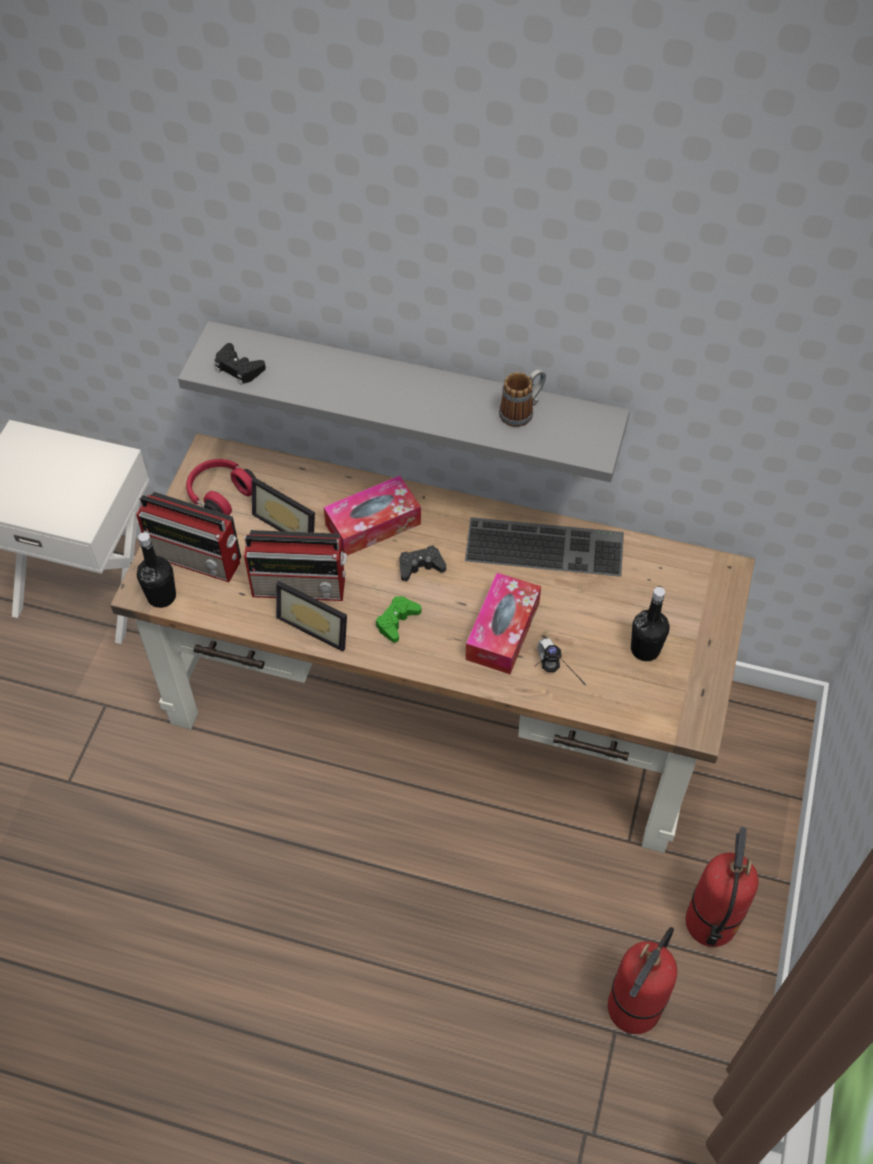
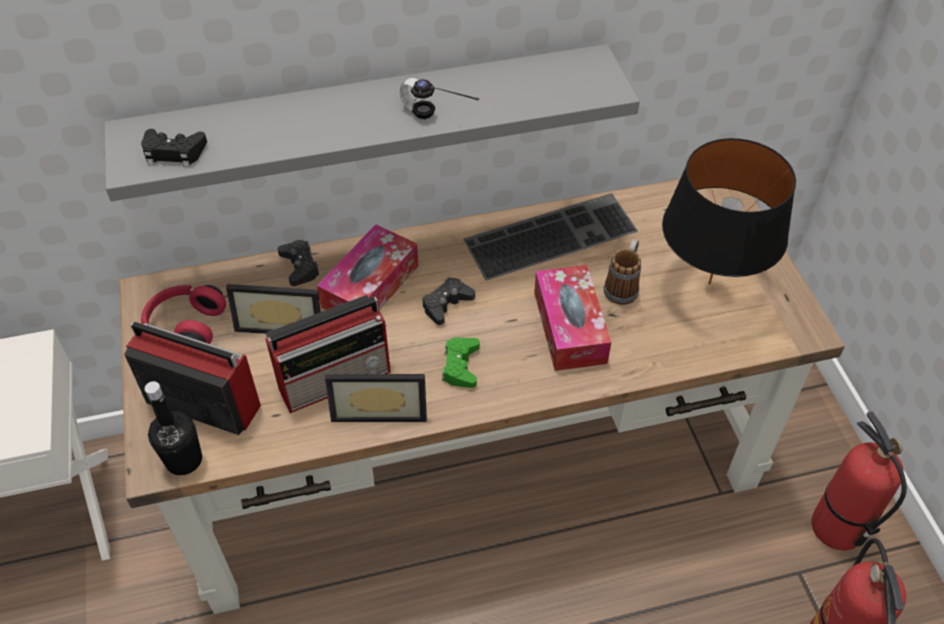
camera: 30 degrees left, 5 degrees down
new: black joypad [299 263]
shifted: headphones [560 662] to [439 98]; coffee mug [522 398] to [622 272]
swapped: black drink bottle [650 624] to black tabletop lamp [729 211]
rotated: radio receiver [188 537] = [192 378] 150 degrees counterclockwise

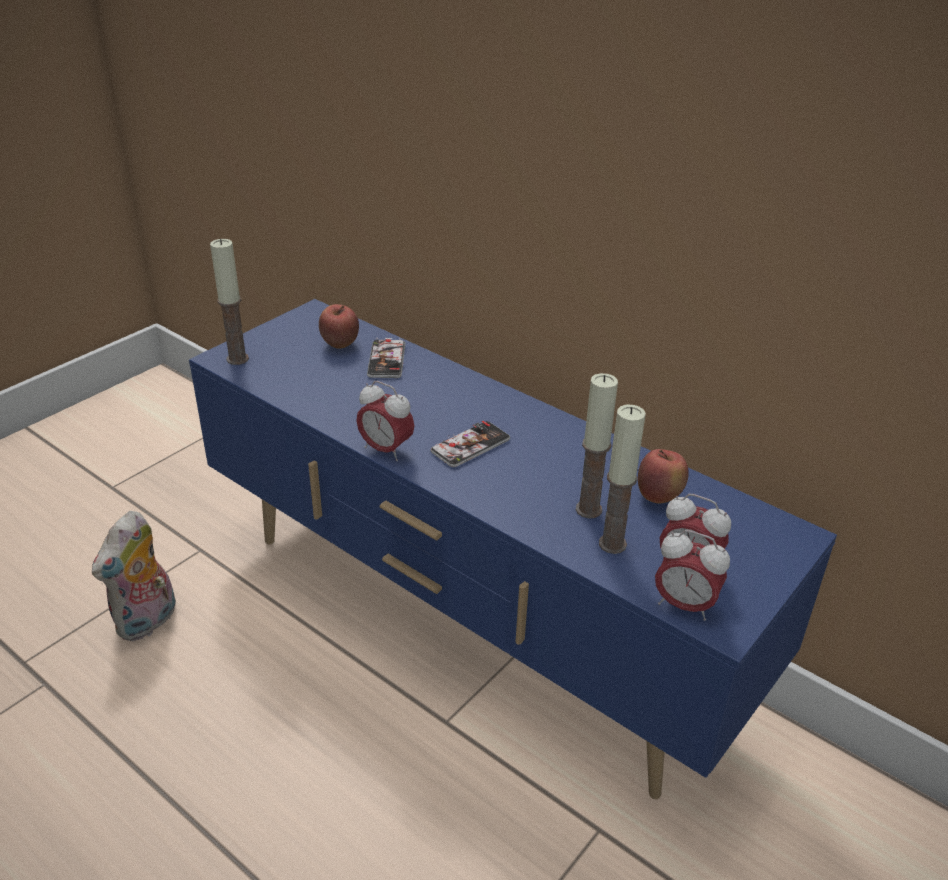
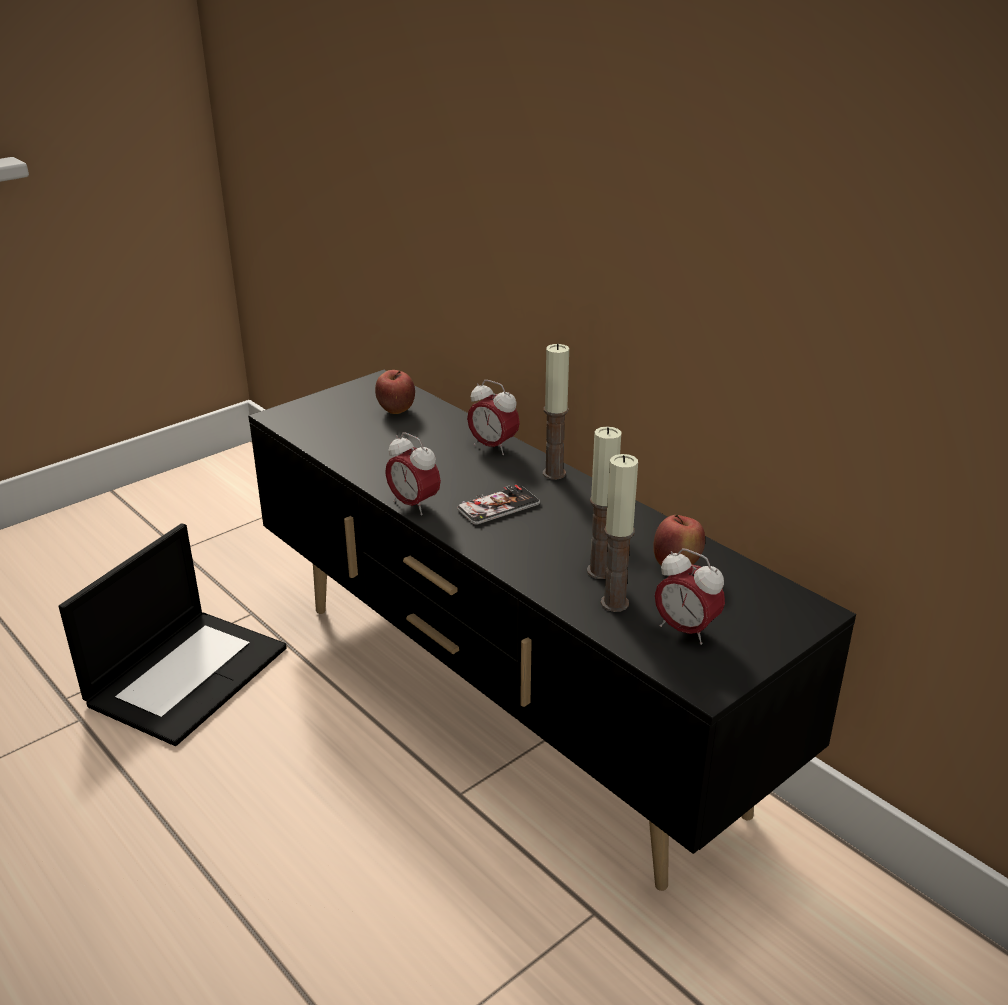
camera: 10 degrees right, 5 degrees down
gone: handset [386 358]
shifted: alarm clock [692 575] to [493 417]; wax light [229 302] to [556 412]
swapped: soft toy [134 576] to notebook computer [173 634]
repainted: bluish media console [513 549] to black media console [552 630]

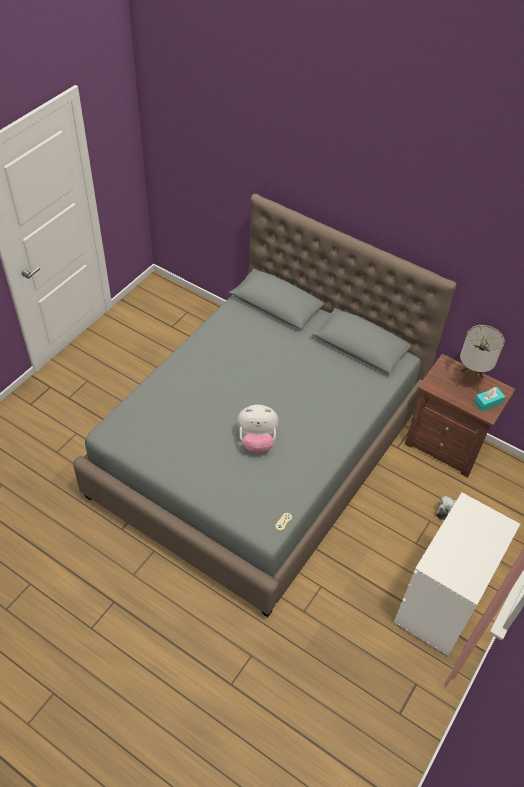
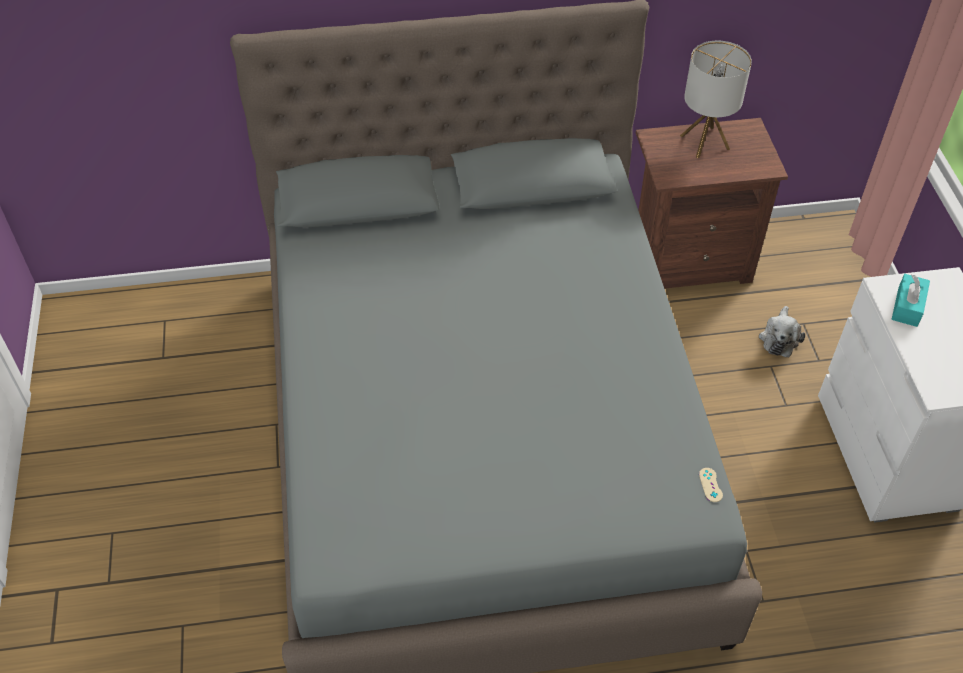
camera: 40 degrees left, 0 degrees up
gone: soft toy [257 429]
shifted: blue-green box of tissues [489 399] to [911 300]

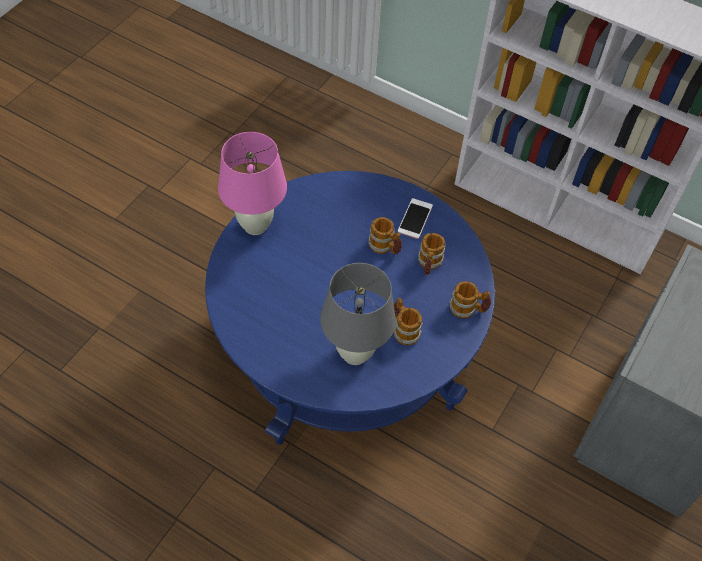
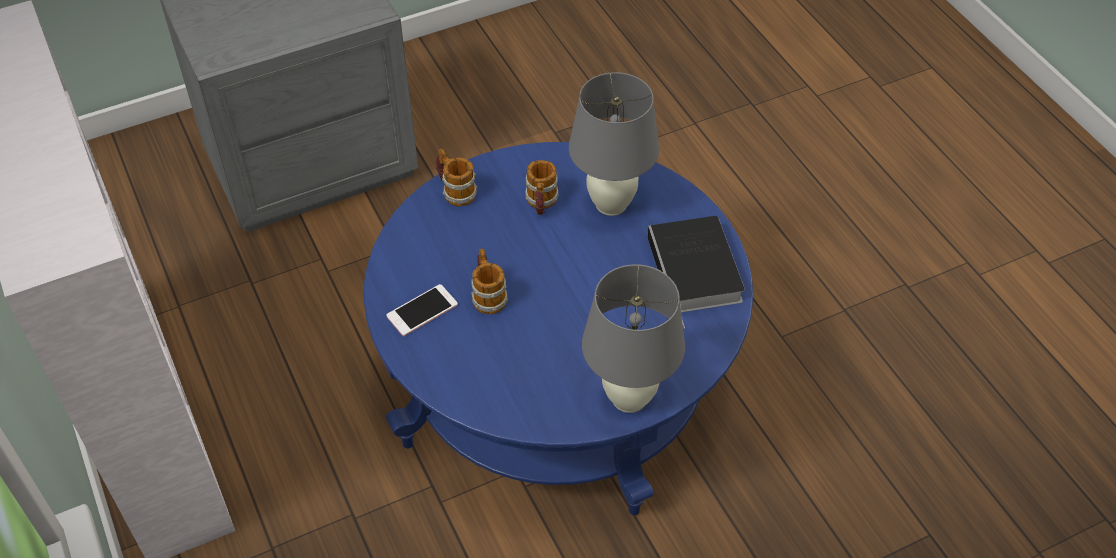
camera: 145 degrees left, 5 degrees down
gone: coffee mug [431 254]
new: volume [696 272]
repainted: pink tabletop lamp [252 183] to gray tabletop lamp [633 338]

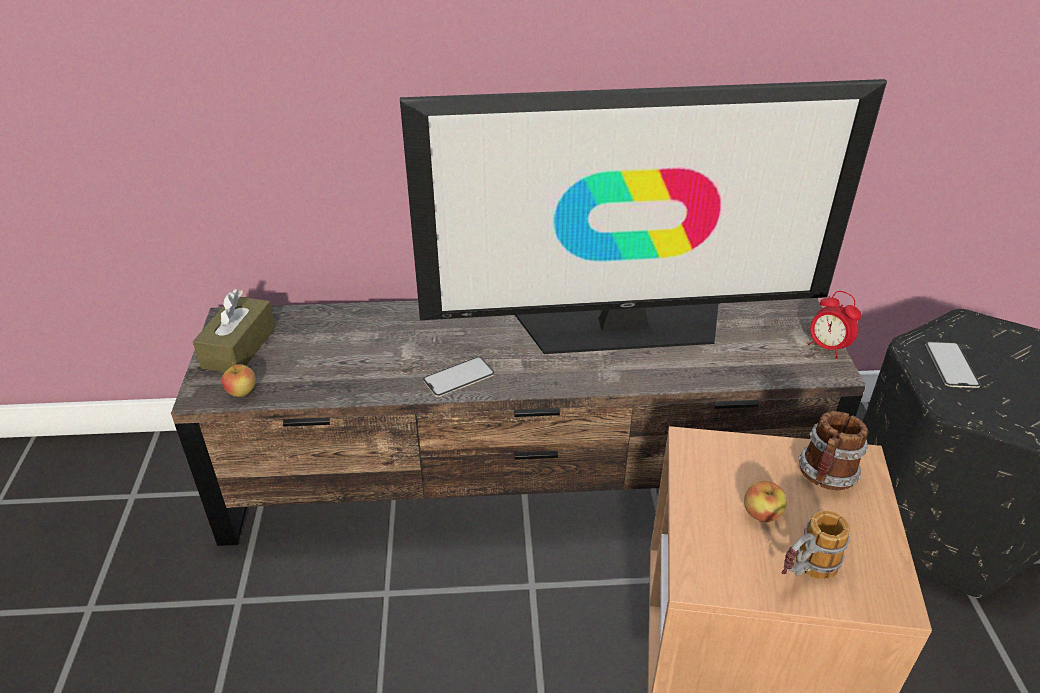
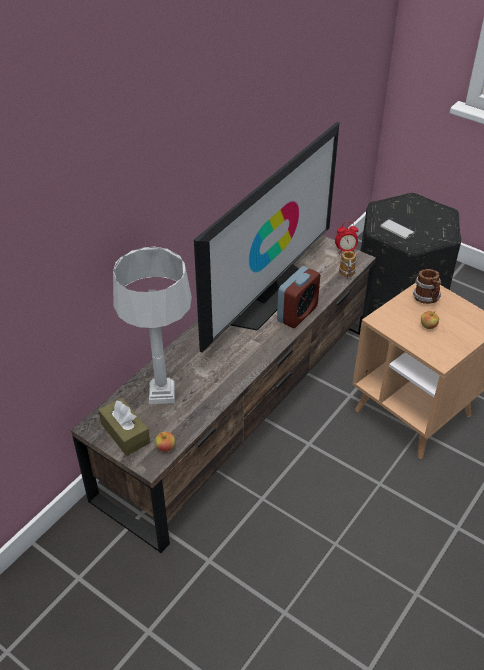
camera: 50 degrees left, 5 degrees up
gone: handset [459 376]
new: gray tabletop lamp [152 325]; alarm clock [298 297]
shifted: coffee mug [816 545] to [347 265]

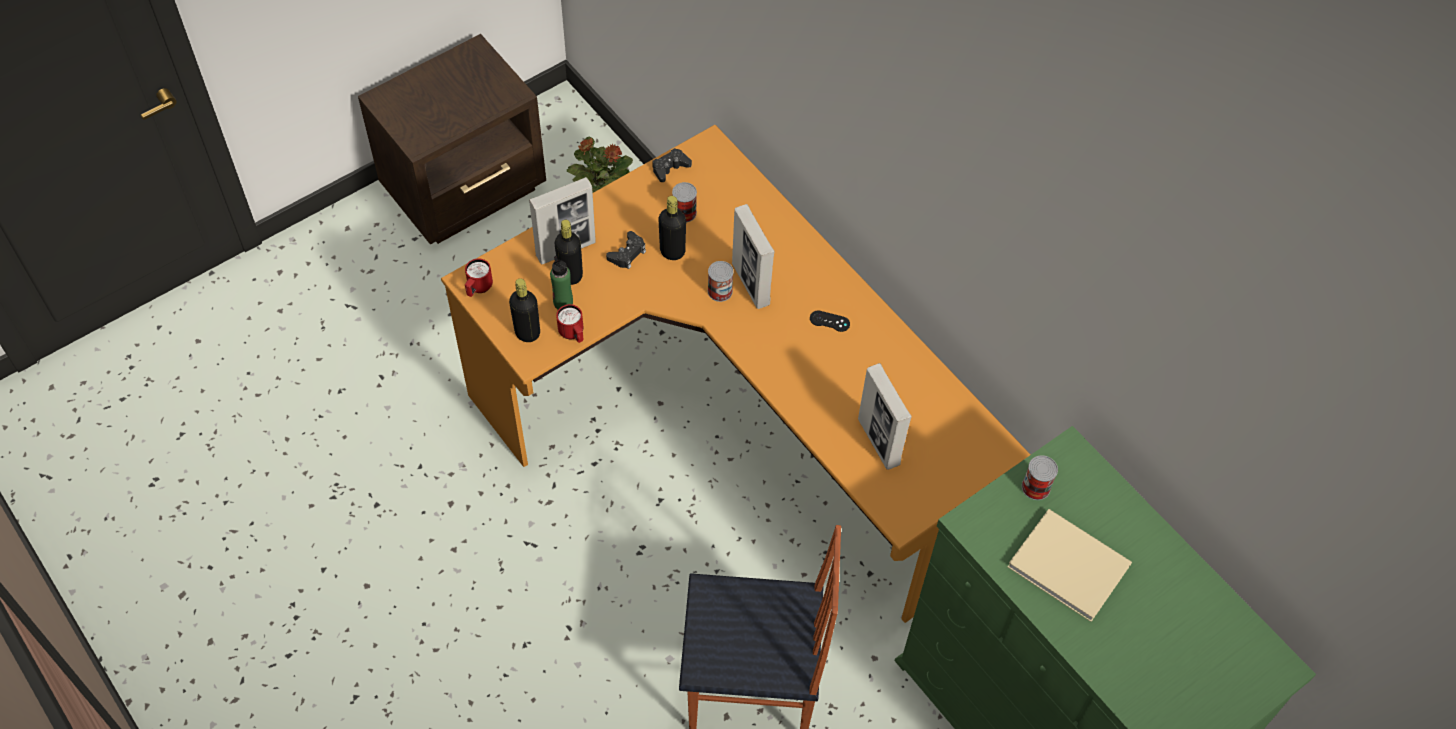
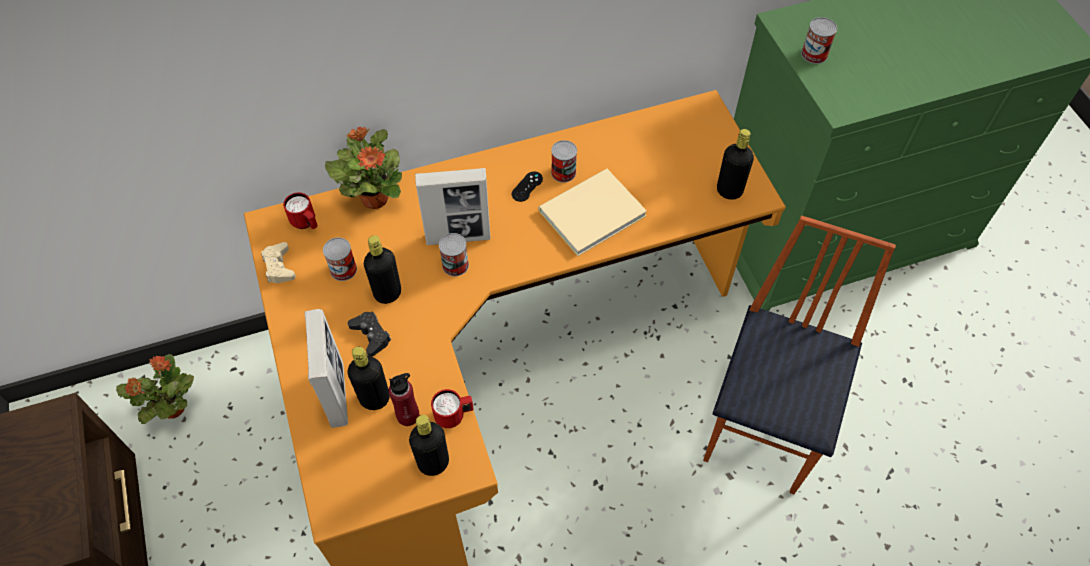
camera: 70 degrees left, 0 degrees up
gone: standing frame [885 416]
new: houseplant [363 168]; sealed can [564 161]; black drink bottle [735 164]
shifted: reddish coffee mug [479 277] to [300 211]; beige-coloured volume [1070 565] to [592 212]
repainted: black joypad [672 165] to beige-coloured joypad [278 262]; green drink bottle [561 282] to reddish drink bottle [403 399]

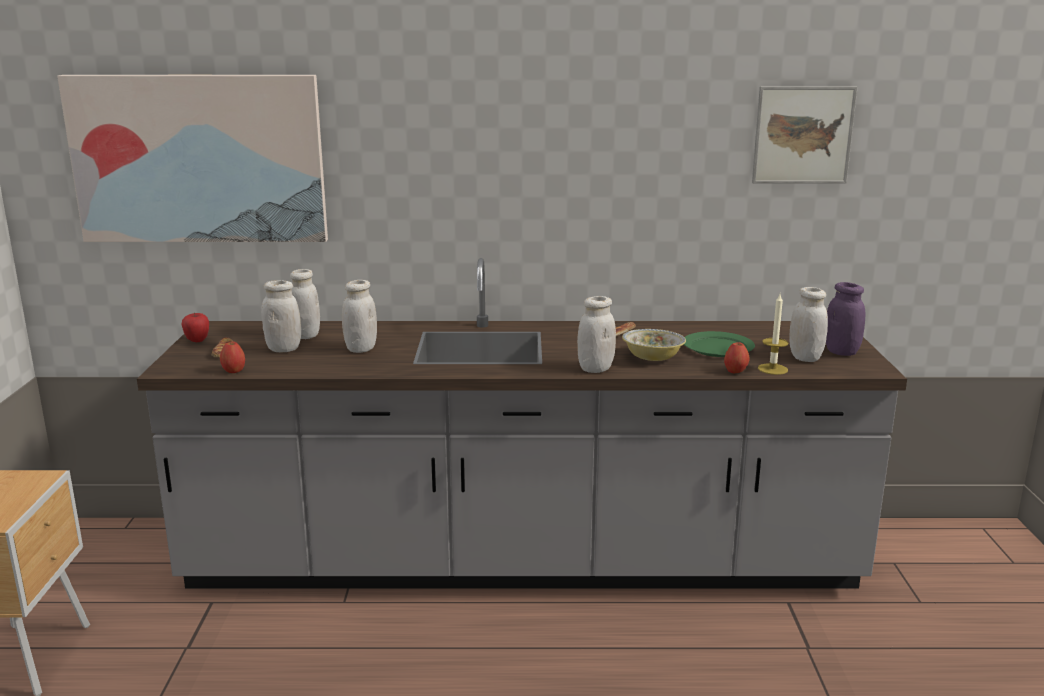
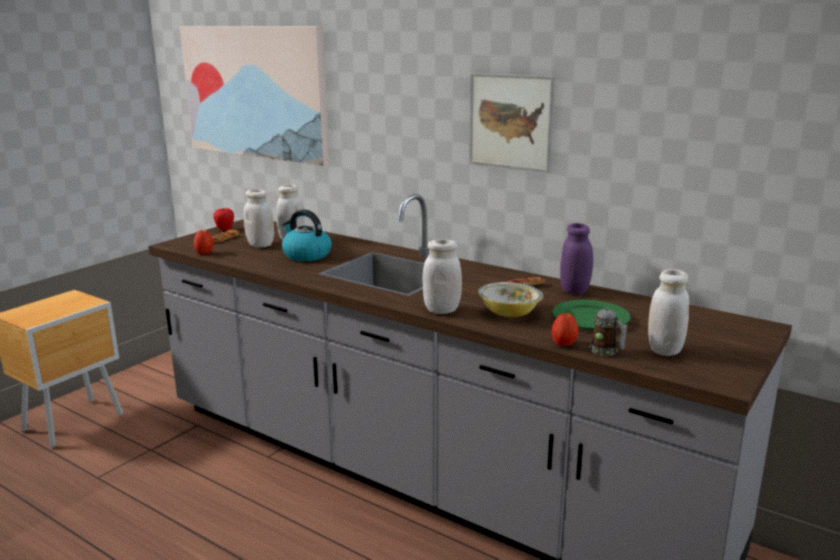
camera: 35 degrees right, 0 degrees up
shifted: picture [805 135] to [512 123]; purple-coloured jar [845 319] to [576 259]
swapped: white jar [359 316] to kettle [307 235]; wax light [773 334] to coffee mug [608 331]

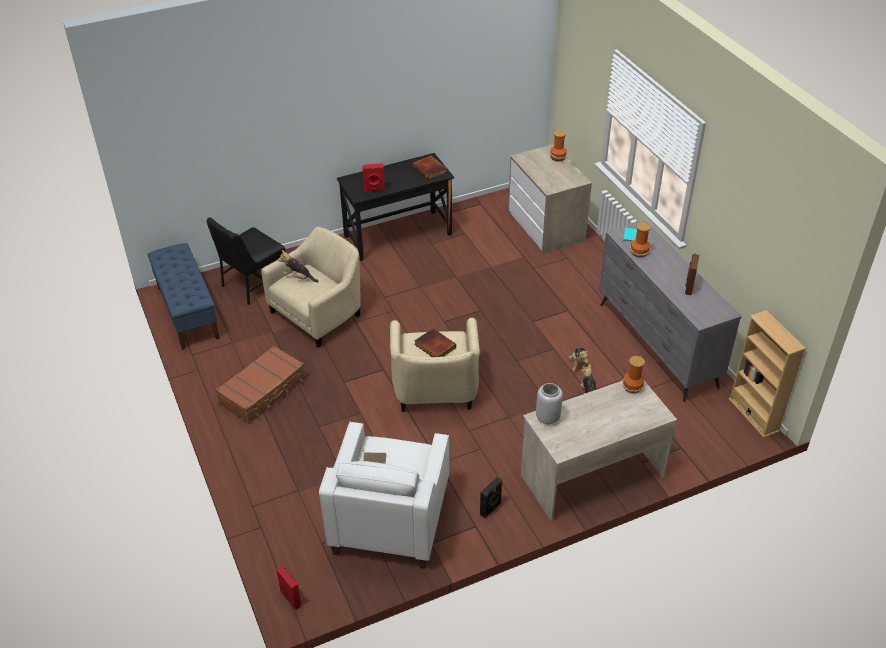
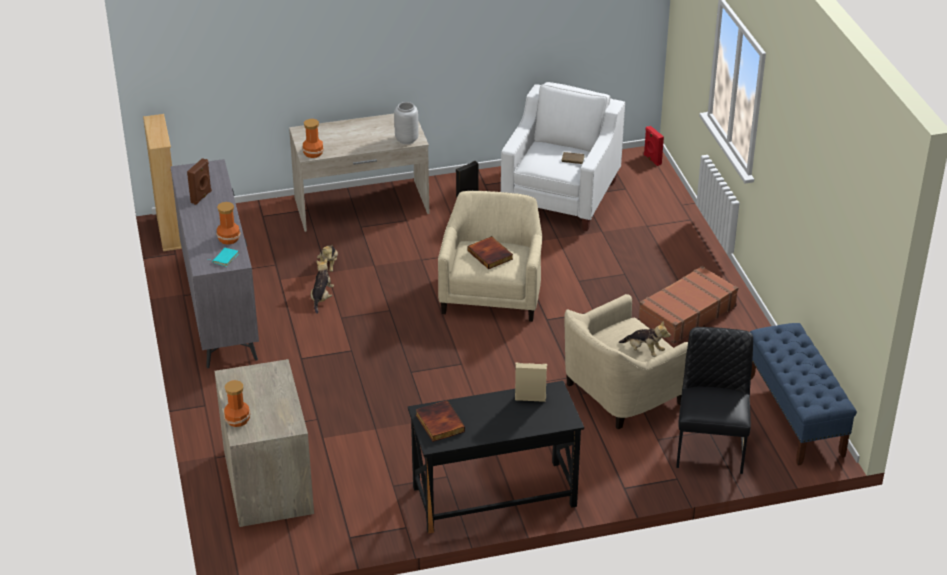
camera: 170 degrees left, 5 degrees down
repainted: reddish loudspeaker [373 177] to beige-coloured loudspeaker [531 382]
rotated: black chair [246 261] = [714 400] 45 degrees counterclockwise

